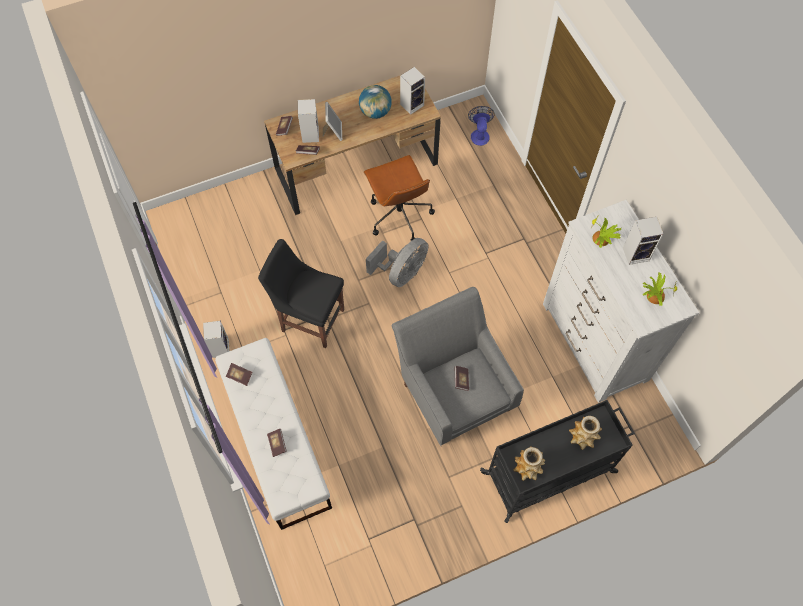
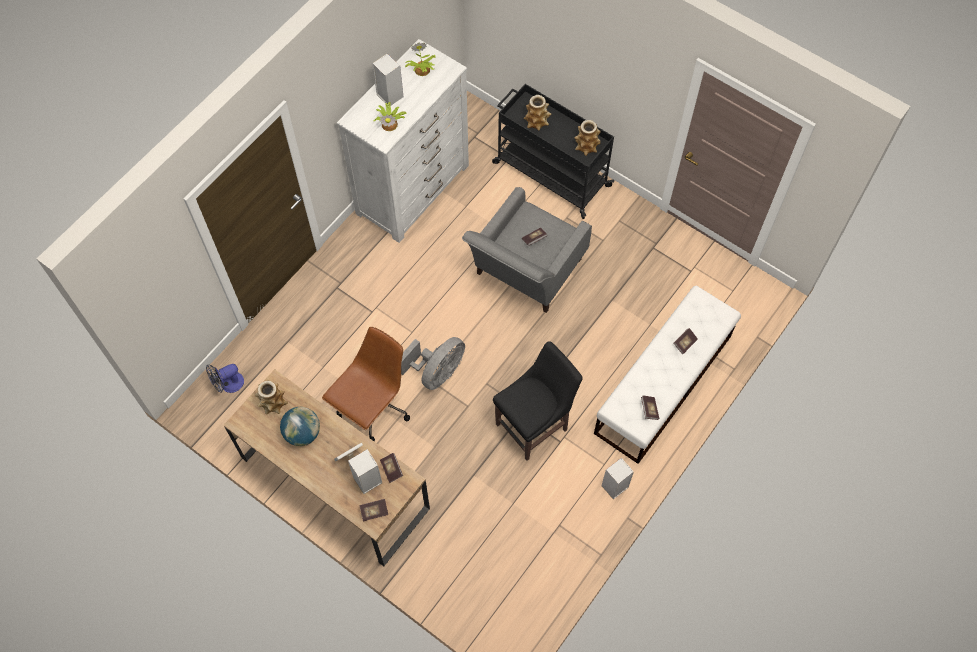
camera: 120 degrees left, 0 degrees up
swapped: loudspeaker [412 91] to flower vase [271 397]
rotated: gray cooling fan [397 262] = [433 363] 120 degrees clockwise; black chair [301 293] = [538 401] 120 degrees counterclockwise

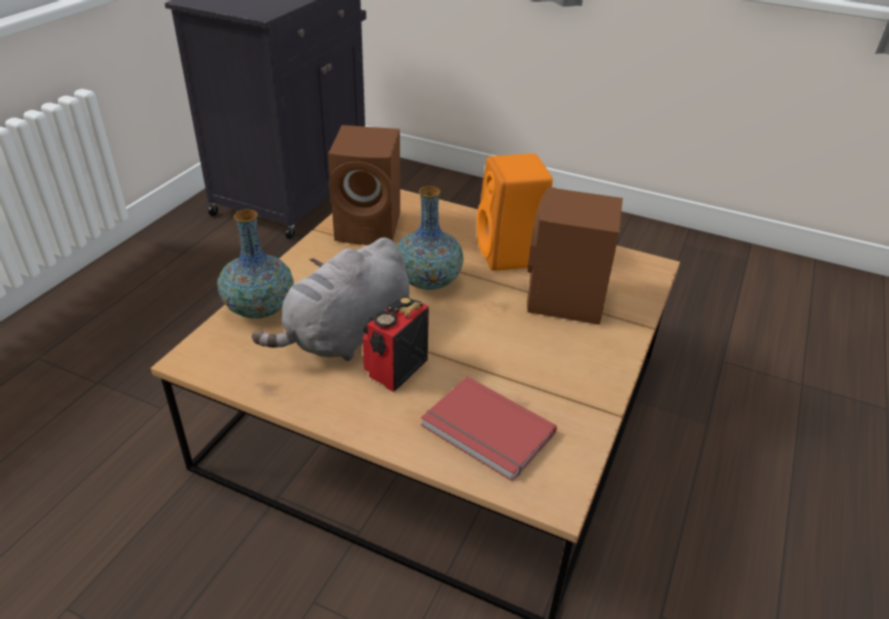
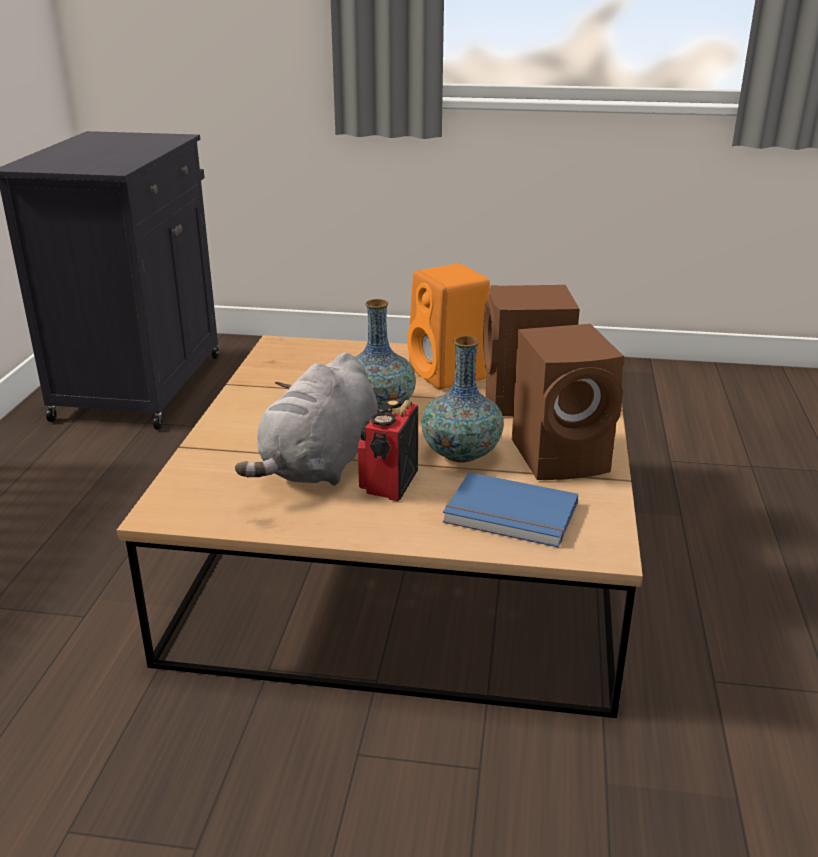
camera: 15 degrees left, 10 degrees down
shifted: flower vase [255 263] to [463 399]; brown loudspeaker [364 185] to [568 402]
repainted: reddish volume [489 429] to bluish volume [510 510]

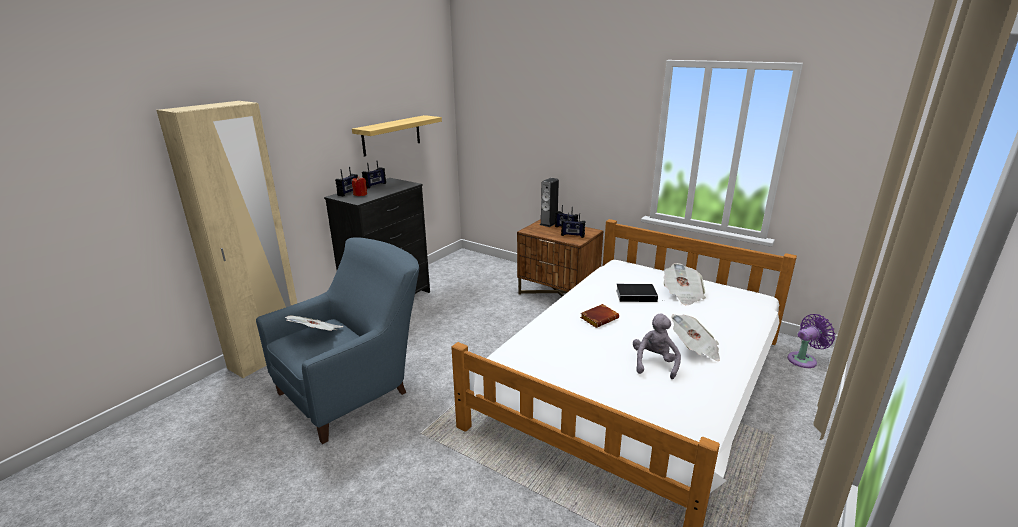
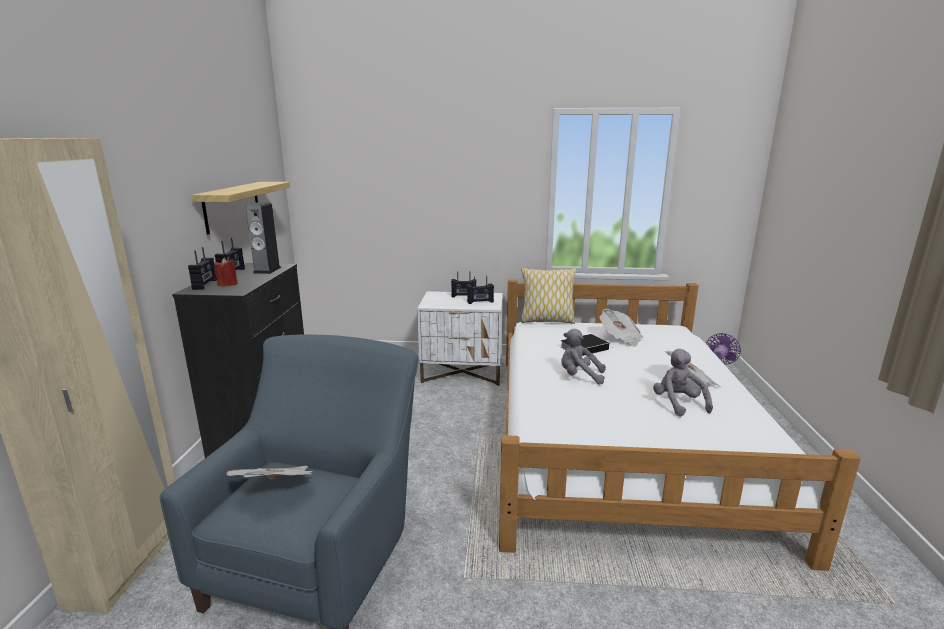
camera: 30 degrees left, 5 degrees down
new: throw pillow [548 296]
shifted: loudspeaker [549 202] to [264 238]
swapped: brown volume [599 316] to gray soft toy [583 356]
repainted: brown bedside table [560 258] to white bedside table [460 338]

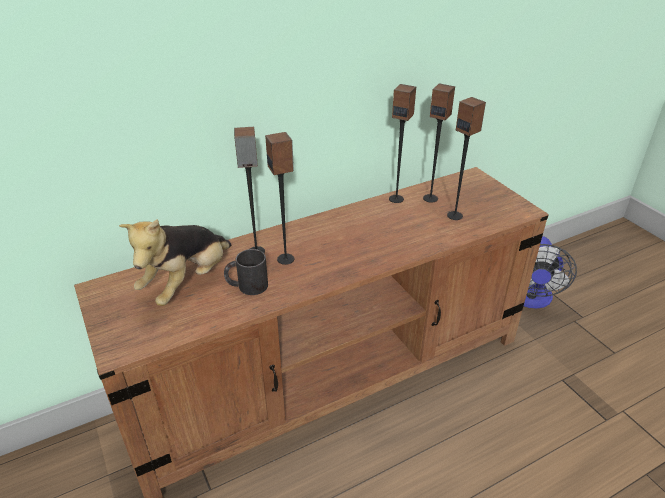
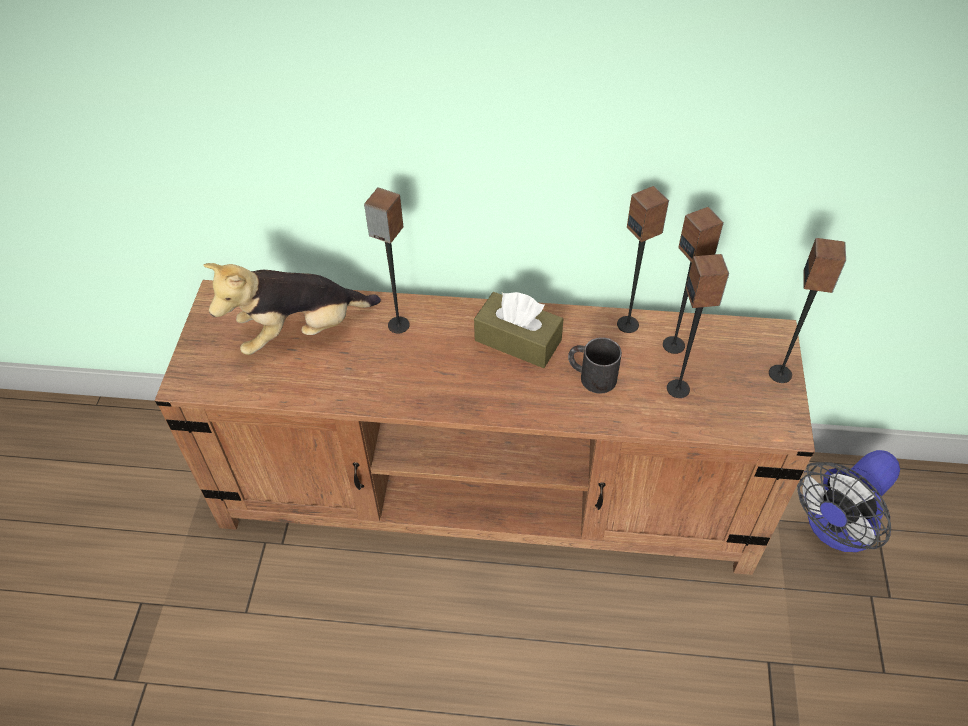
camera: 35 degrees right, 15 degrees up
new: brown box of tissues [518 330]
shifted: black coffee mug [246 272] to [595 365]; loudspeaker [279 198] to [807 310]

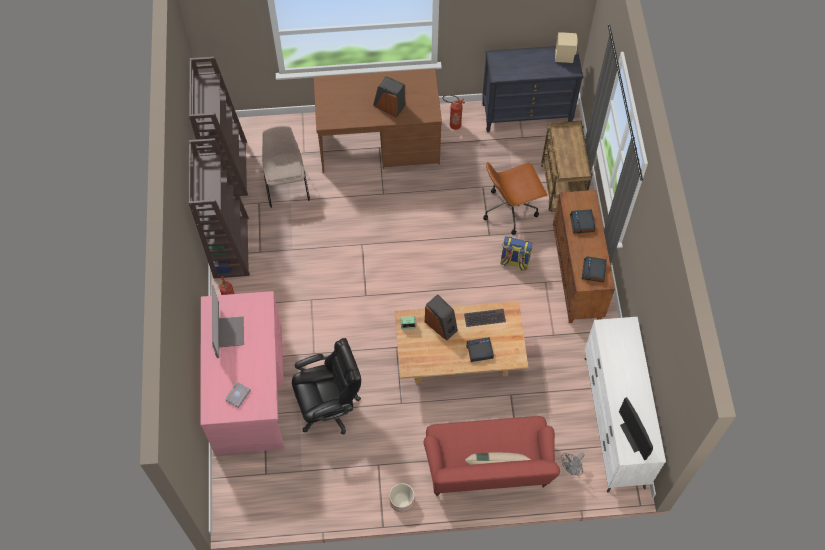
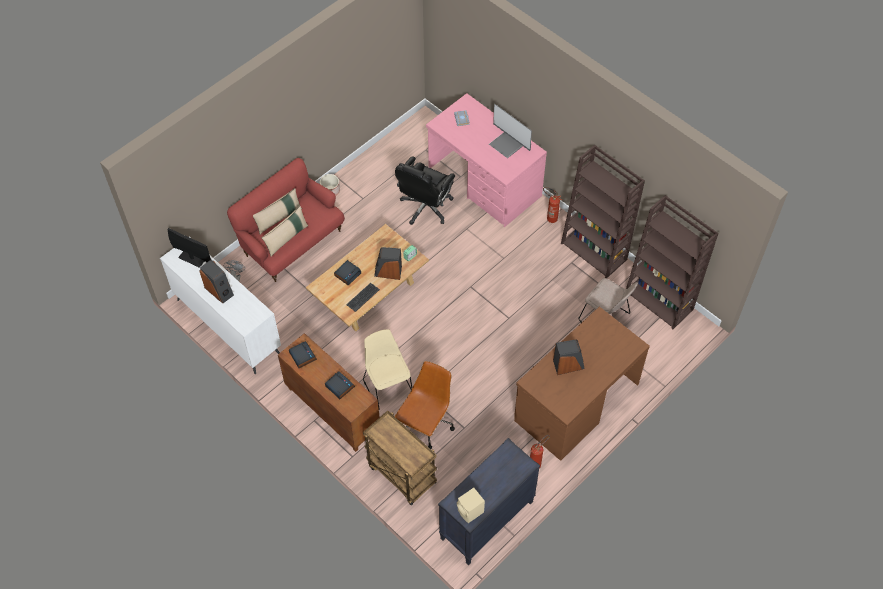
camera: 140 degrees right, 5 degrees down
new: loudspeaker [217 281]; beige-coloured throw pillow [285 231]
swapped: knapsack [516 253] to beige-coloured chair [387 369]

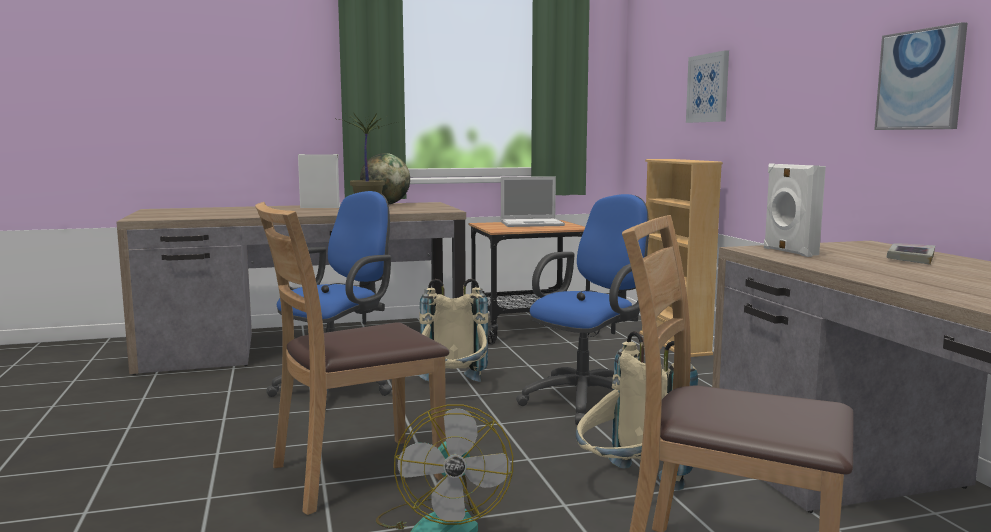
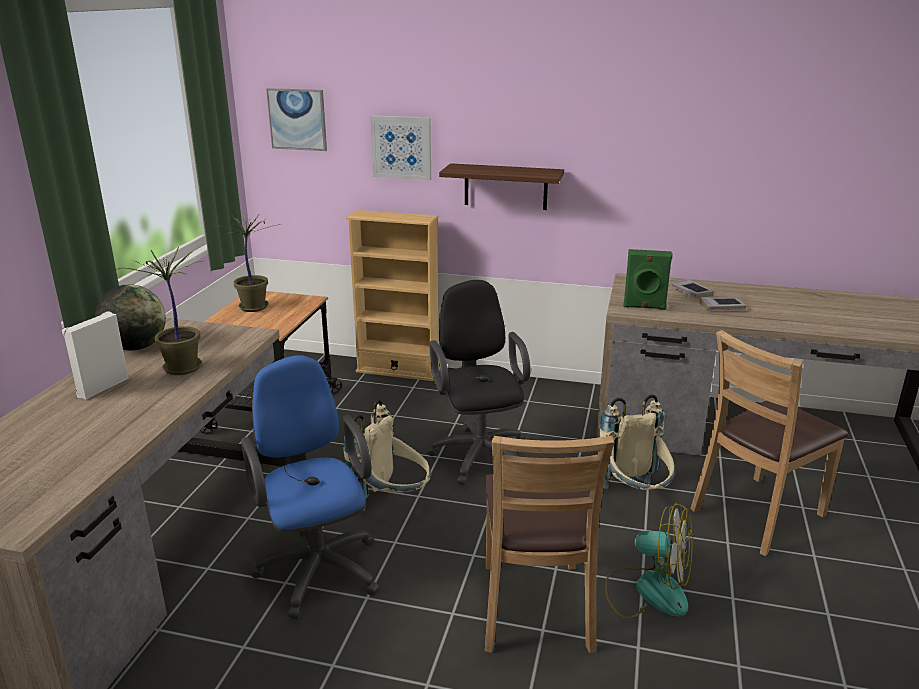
camera: 60 degrees left, 15 degrees up
new: shelf [501 186]; volume [723 303]
shifted: picture [920 76] to [296 119]
swapped: notebook computer [533 201] to houseplant [248 262]
repainted: bluish computer chair [582 309] to black computer chair [479 382]; white loudspeaker [795 210] to green loudspeaker [648 279]

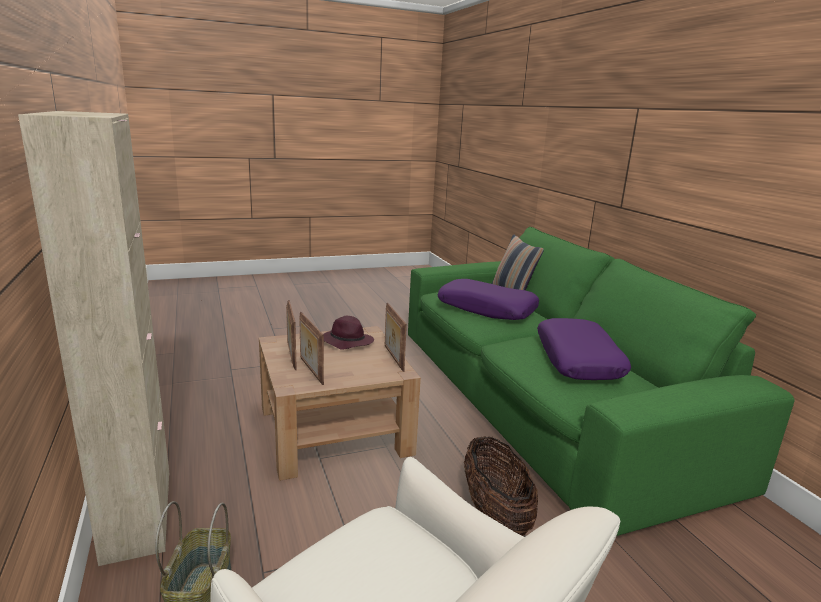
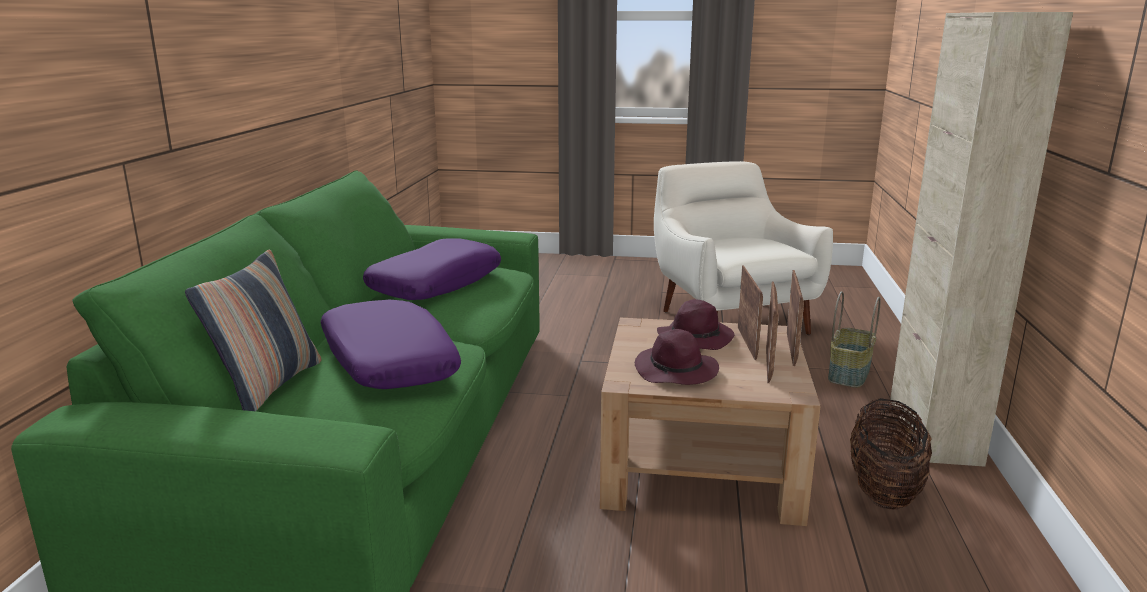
camera: 150 degrees left, 0 degrees up
new: purple-coloured clothing hat [696 324]
shifted: standing frame [396 337] to [795 318]; storage basket [501 486] to [891 454]

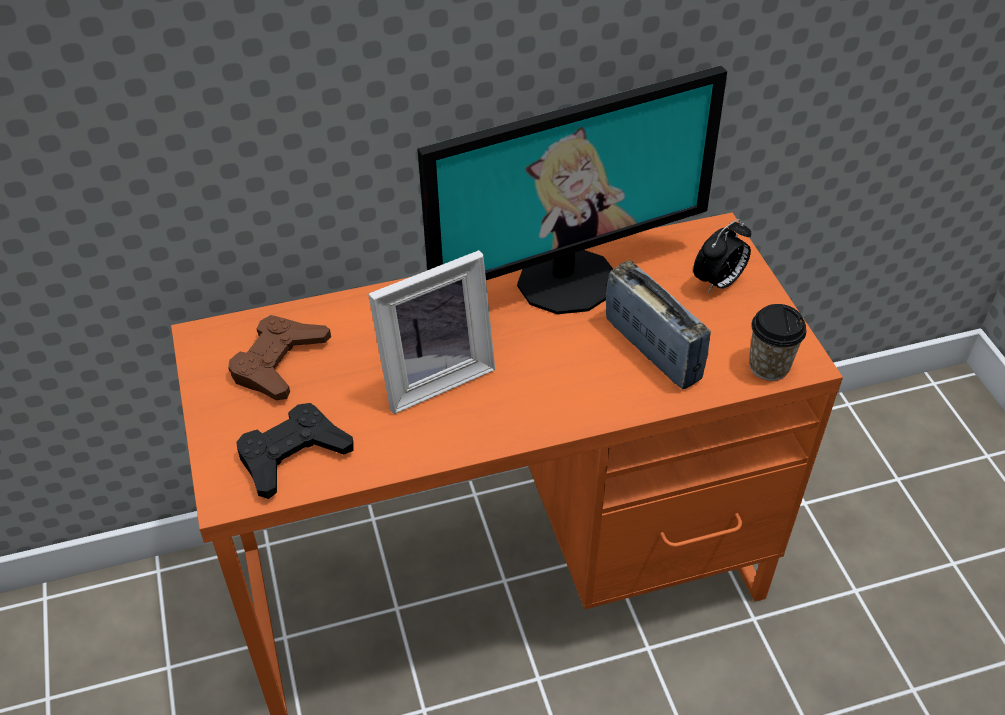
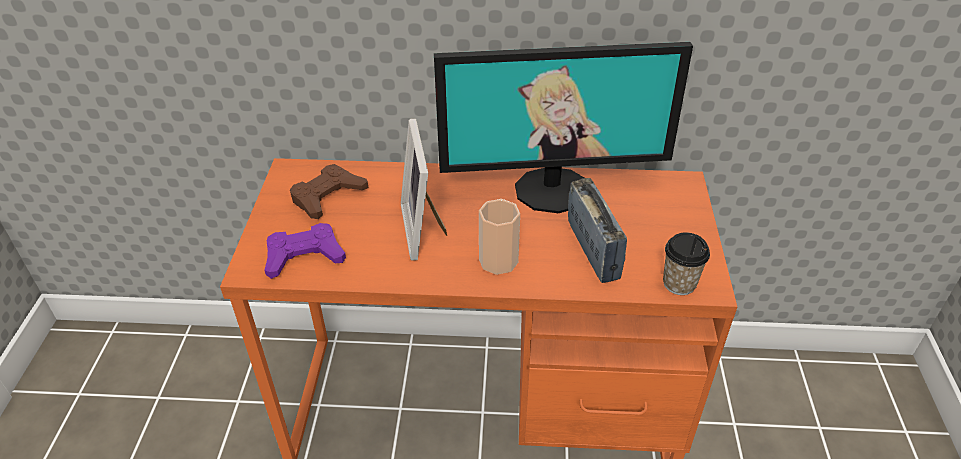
camera: 20 degrees right, 5 degrees down
gone: alarm clock [722 256]
new: cup [499 237]
repainted: black joypad [295 451] to purple-coloured joypad [305 251]
rotated: standing frame [431 332] = [424 189] 90 degrees clockwise

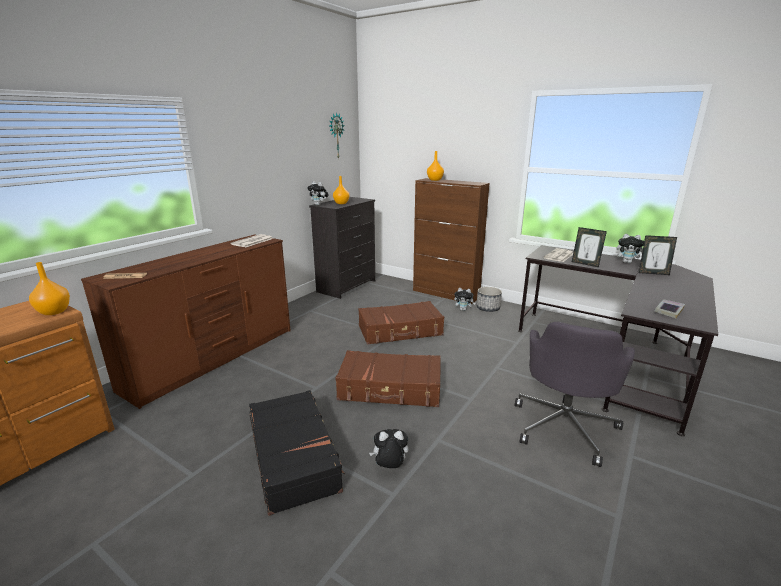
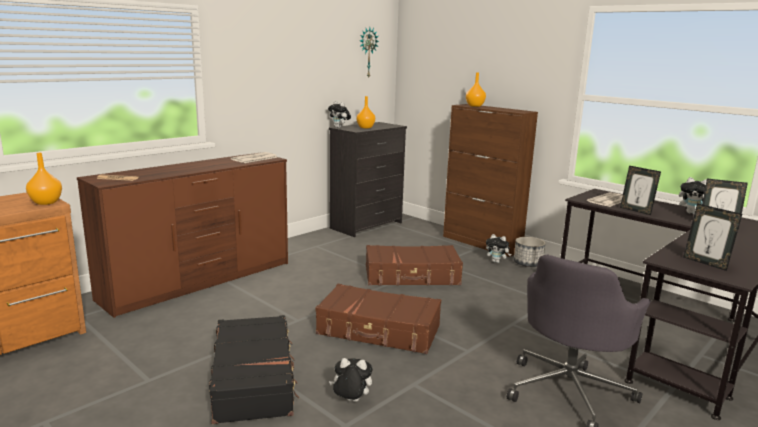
camera: 10 degrees right, 5 degrees down
swapped: volume [670 308] to standing frame [712 237]

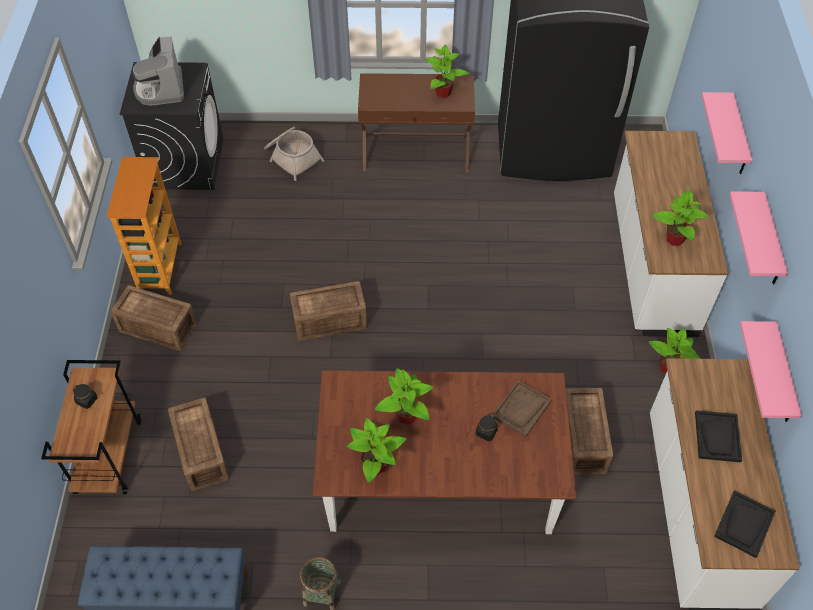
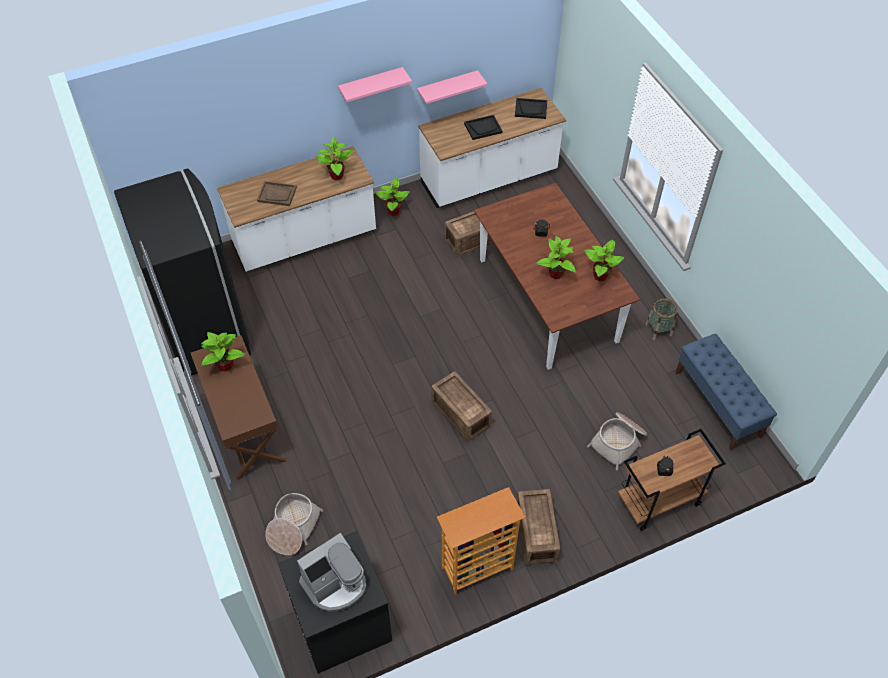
camera: 115 degrees left, 0 degrees up
gone: pink shelf [726 133]
shifted: brown tray [522 408] to [277 193]
swapped: crate [198 444] to storage basket [617 441]

